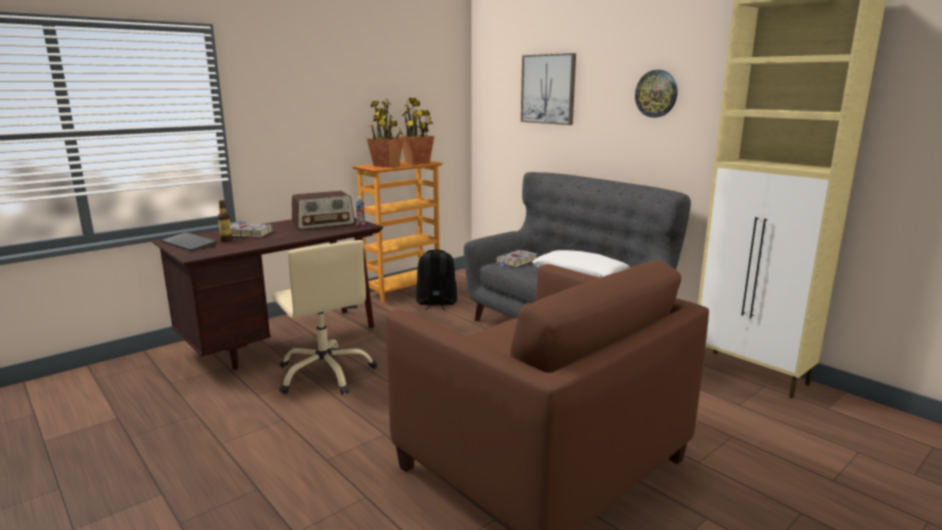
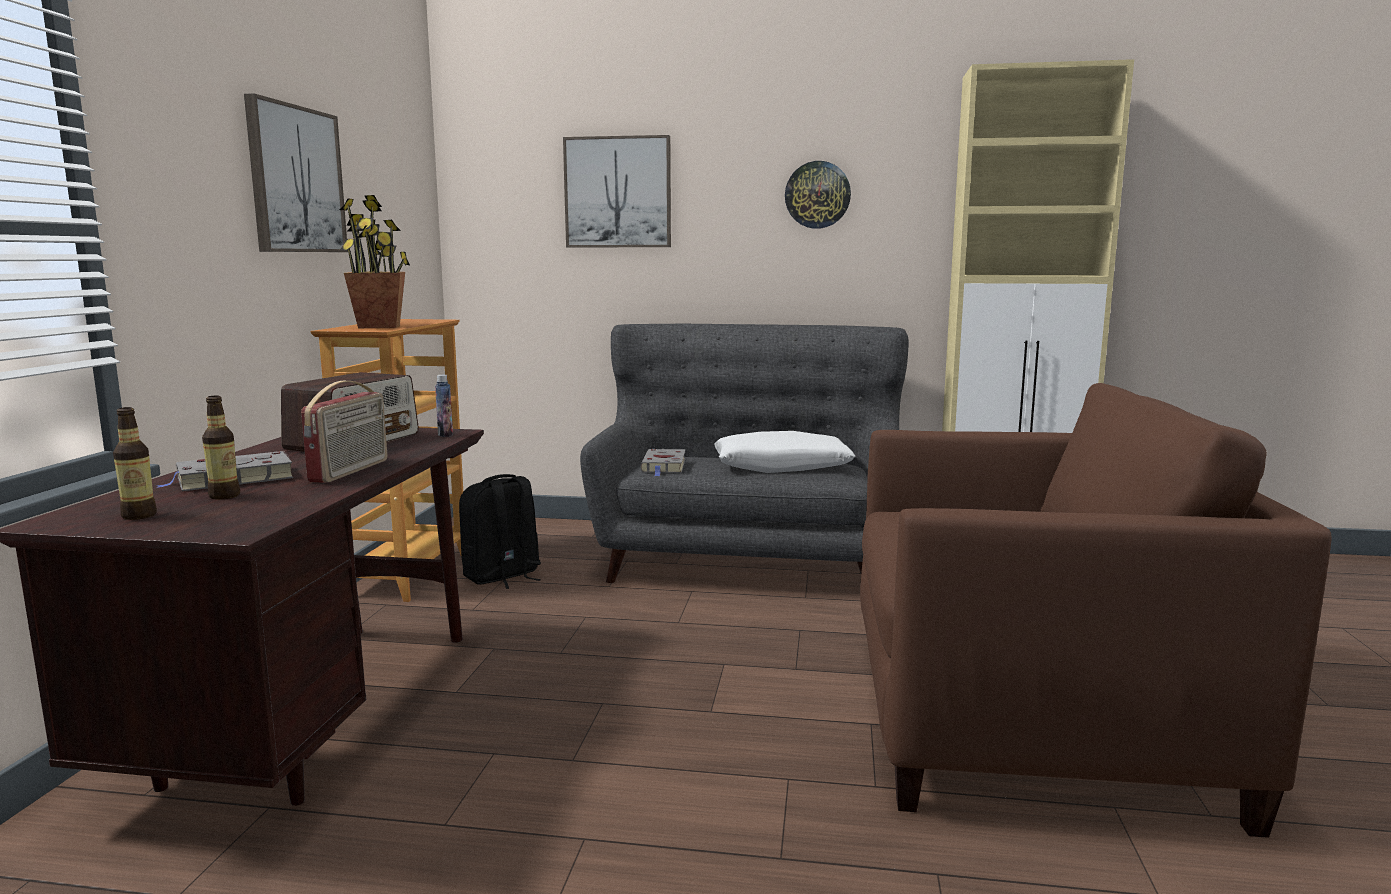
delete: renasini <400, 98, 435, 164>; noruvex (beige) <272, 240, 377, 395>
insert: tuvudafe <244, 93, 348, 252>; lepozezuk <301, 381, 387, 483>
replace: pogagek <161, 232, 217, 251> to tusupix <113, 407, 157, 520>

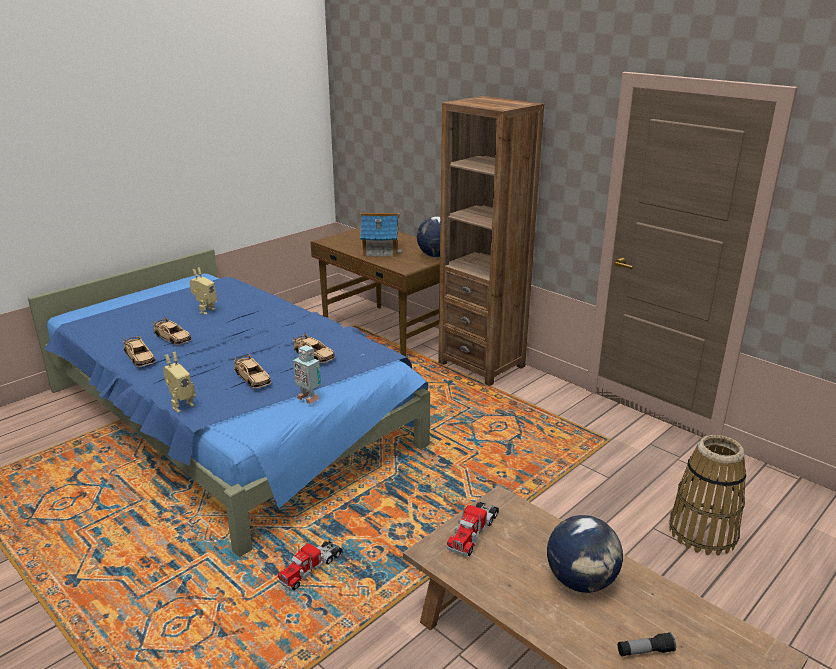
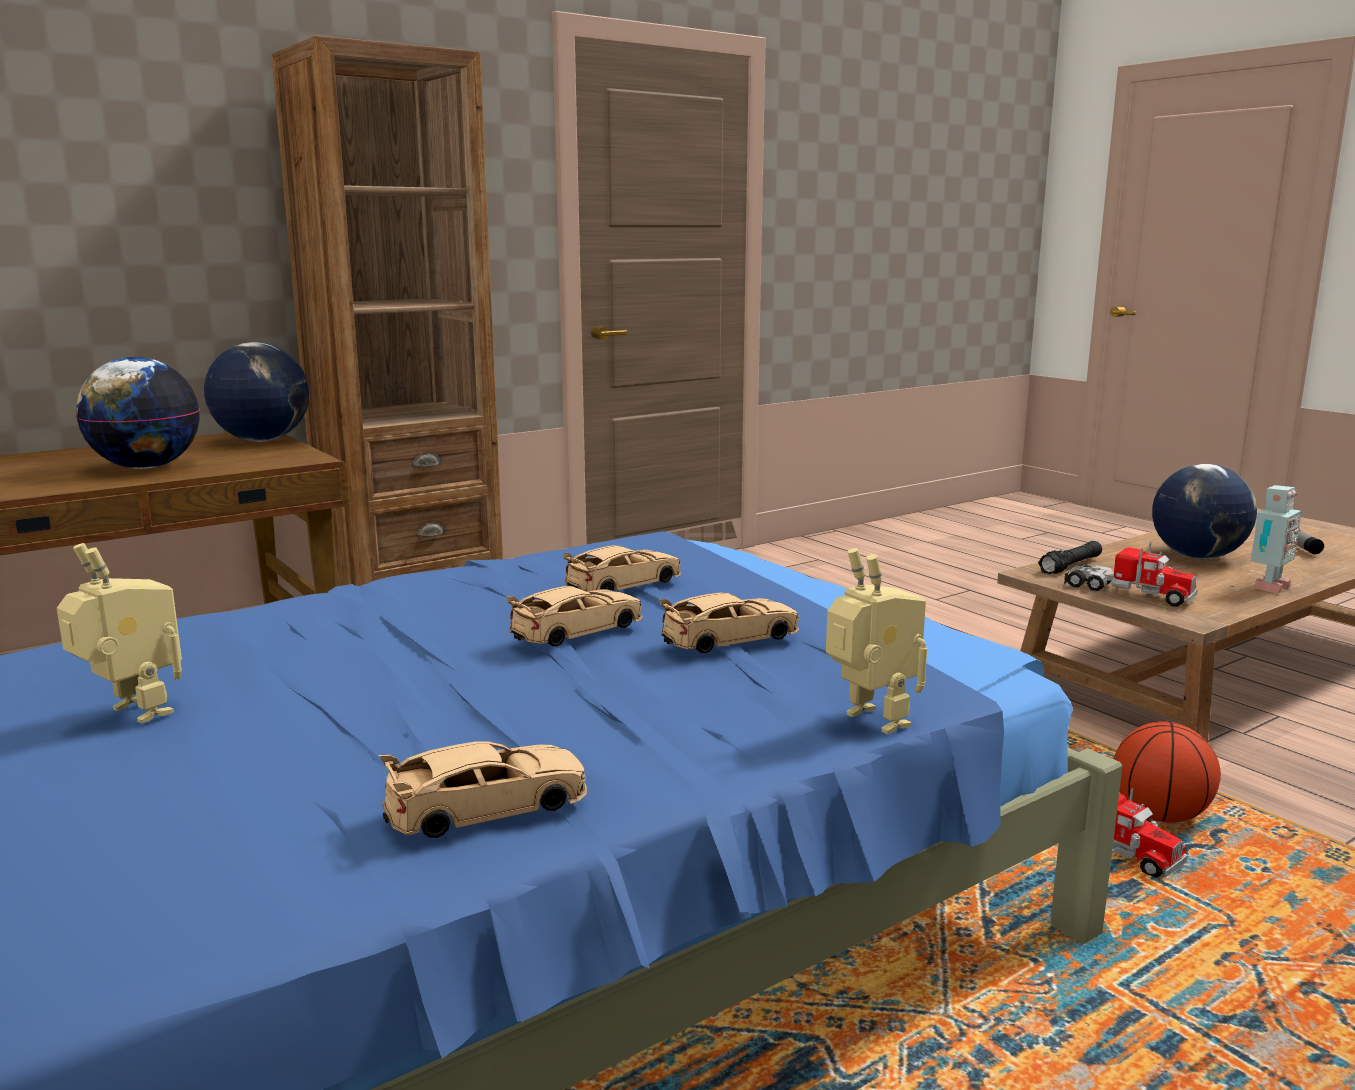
delete: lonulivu <669, 435, 746, 556>
insert: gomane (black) <1038, 541, 1102, 574>; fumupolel <1114, 721, 1221, 823>
move: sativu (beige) <152, 317, 192, 345> to <506, 586, 643, 646>; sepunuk <293, 345, 321, 404> to <1251, 485, 1302, 594>
replace: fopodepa <360, 213, 402, 258> to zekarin <76, 357, 200, 469>

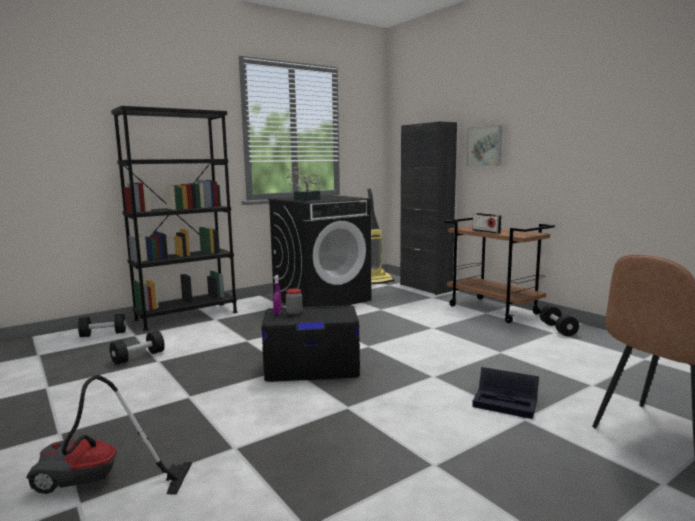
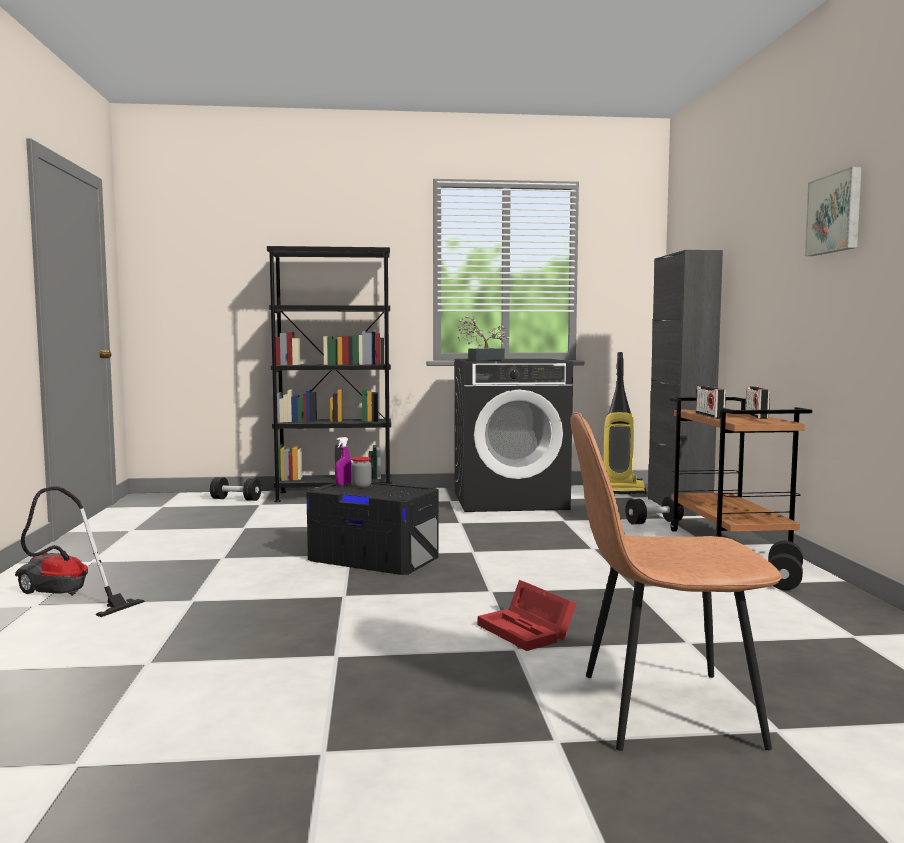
insert: lepozezuk <746, 386, 770, 419>
move: tuvudafe <467, 125, 503, 167> to <805, 166, 862, 256>; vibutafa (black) <110, 331, 165, 365> to <625, 497, 684, 525>
recolor: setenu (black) <472, 367, 539, 419> to setenu (red) <478, 580, 577, 651>

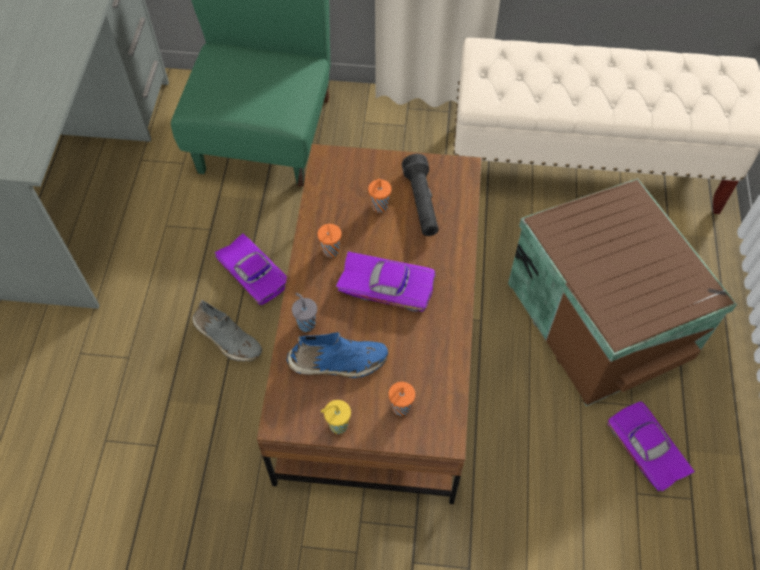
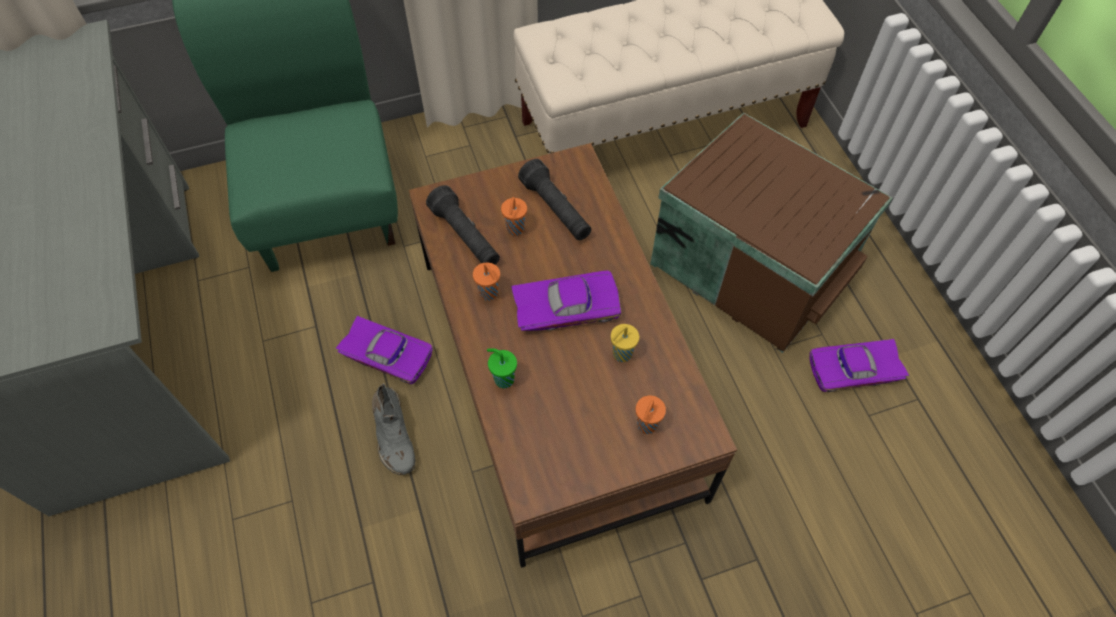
delete: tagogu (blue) <287, 332, 388, 378>
insert: gomane (black) <426, 185, 500, 265>
move: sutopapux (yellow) <321, 400, 351, 434> to <611, 324, 639, 362>
recolor: sutopapux (grey) <292, 293, 317, 332> to sutopapux (green) <487, 349, 517, 388>
rotate: tagogu (grey) <192, 300, 262, 361> = <372, 383, 415, 475> 60 degrees clockwise; sativu (purple) <608, 401, 695, 491> = <809, 339, 909, 392> 45 degrees counterclockwise

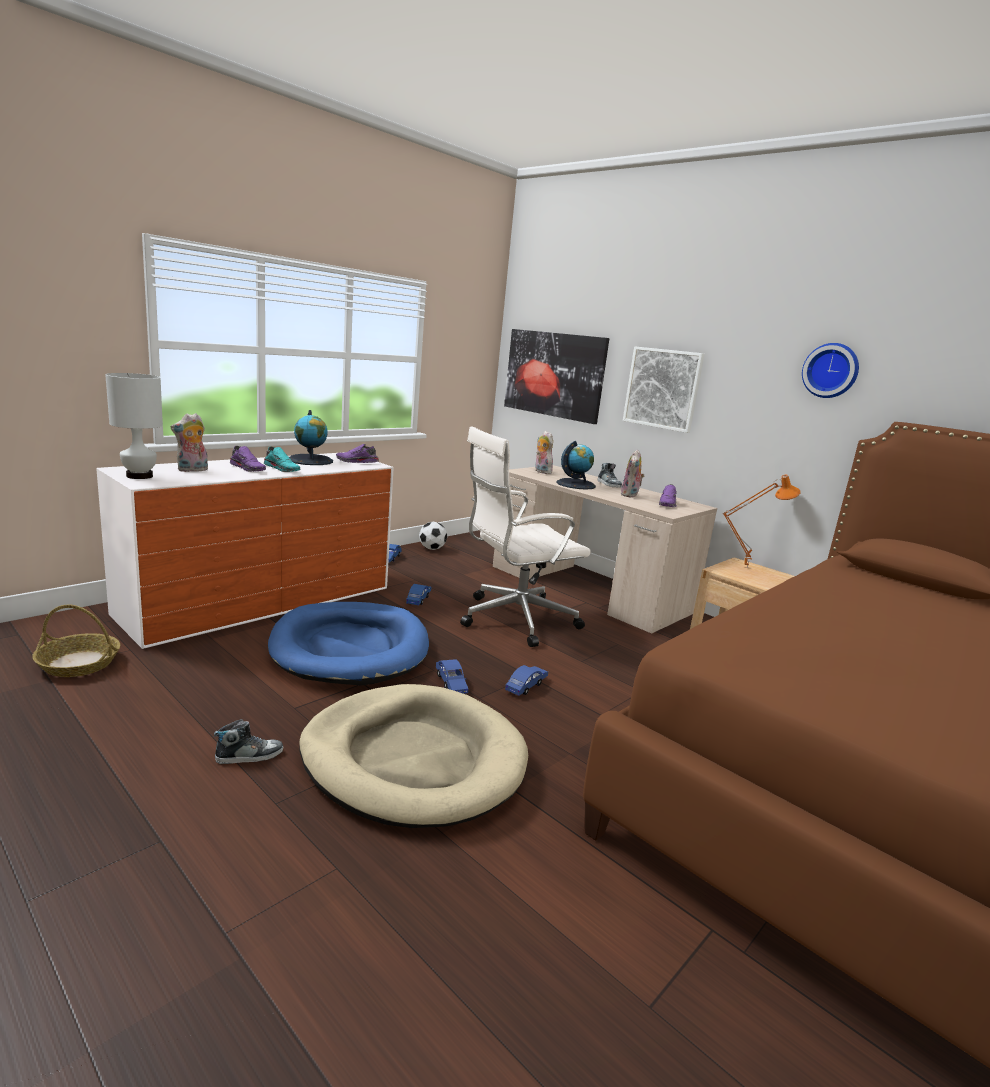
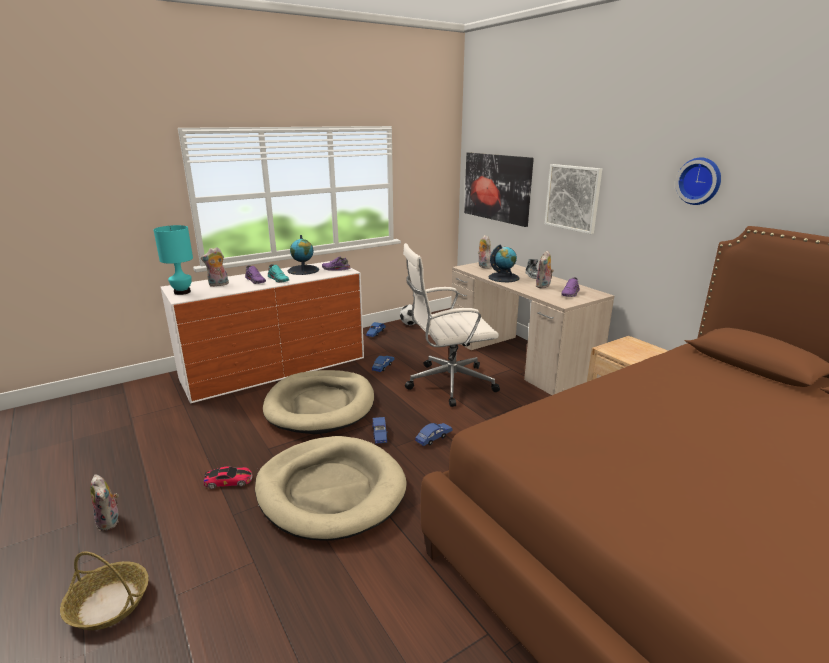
delete: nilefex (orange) <723, 475, 801, 568>
insert: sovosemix <90, 474, 119, 531>
move: lonulivu <32, 605, 120, 677> to <60, 552, 149, 630>
replace: tagogu <214, 719, 283, 764> to sativu <204, 466, 253, 489>
recolor: nilefex (white) <105, 373, 163, 479> to nilefex (turquoise) <154, 225, 193, 295>; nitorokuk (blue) <268, 602, 429, 685> to nitorokuk (beige) <263, 370, 374, 434>

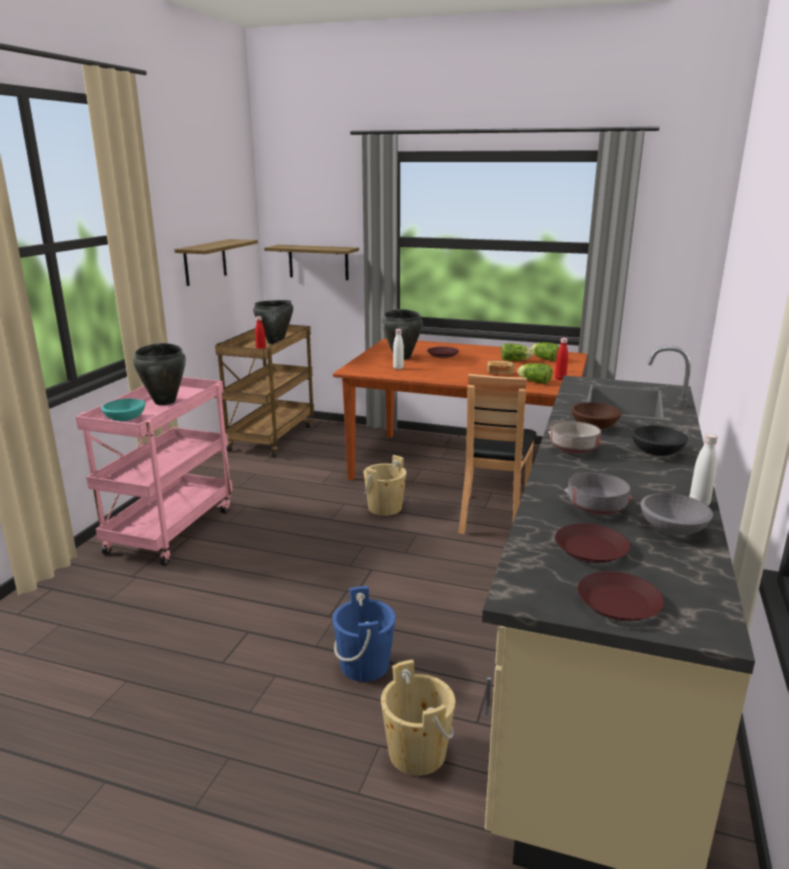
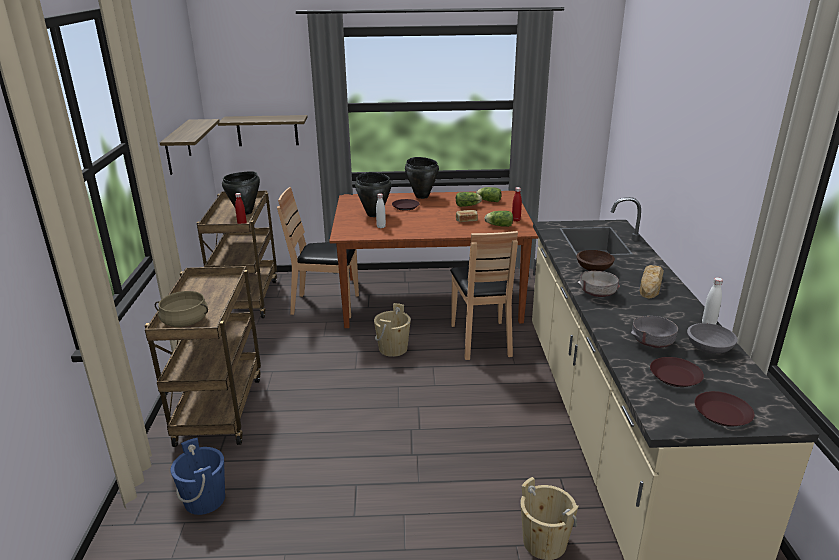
insert: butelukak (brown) <277, 187, 359, 318>
move: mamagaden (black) <133, 343, 186, 405> to <405, 157, 439, 199>; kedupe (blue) <332, 586, 396, 682> to <171, 438, 225, 515>
replace: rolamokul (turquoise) <101, 399, 145, 421> to mamagaden (beige) <155, 291, 208, 327>; rolamokul (black) <631, 426, 688, 456> to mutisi <640, 265, 664, 299>
recolor: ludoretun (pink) <76, 377, 233, 566> to ludoretun (brown) <145, 266, 261, 447>

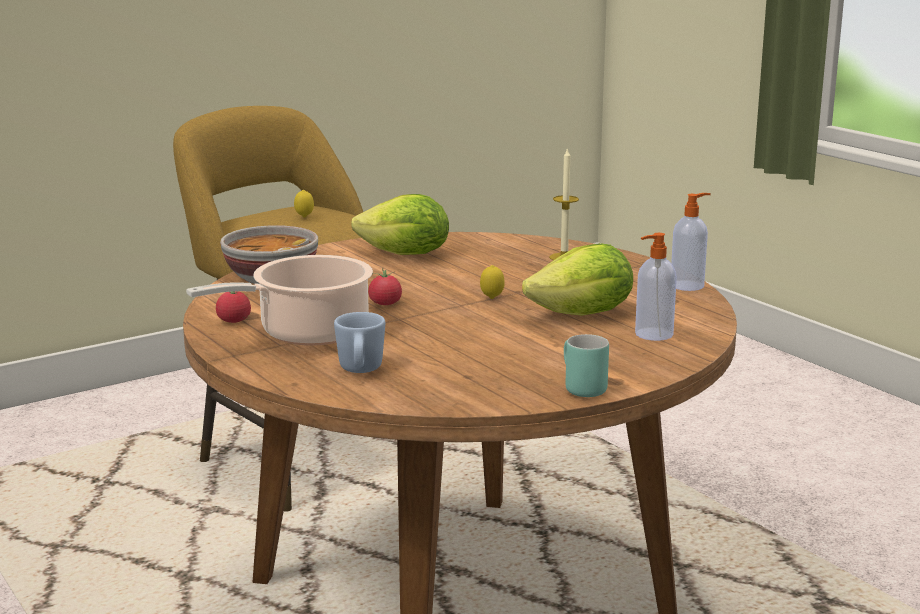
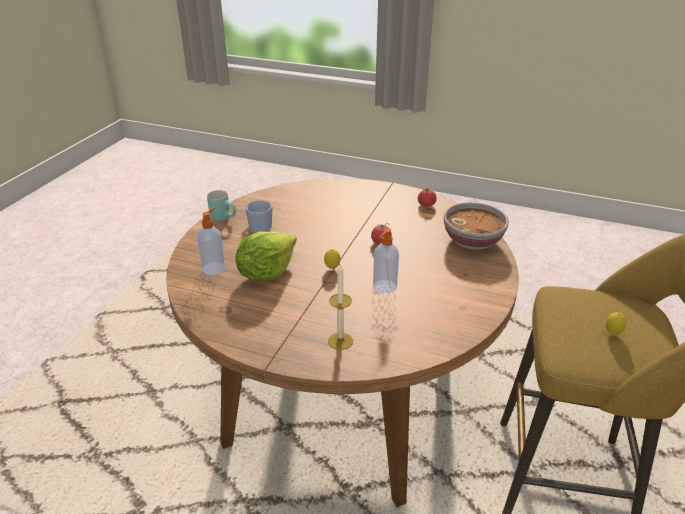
delete: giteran <351, 194, 449, 255>; mamagaden <186, 255, 373, 346>
move: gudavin <671, 193, 711, 291> to <373, 228, 399, 293>; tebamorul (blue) <334, 312, 385, 373> to <245, 200, 272, 233>

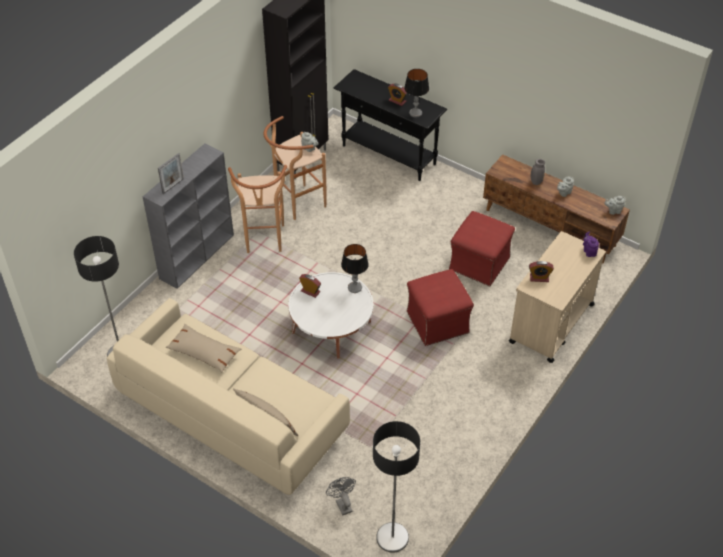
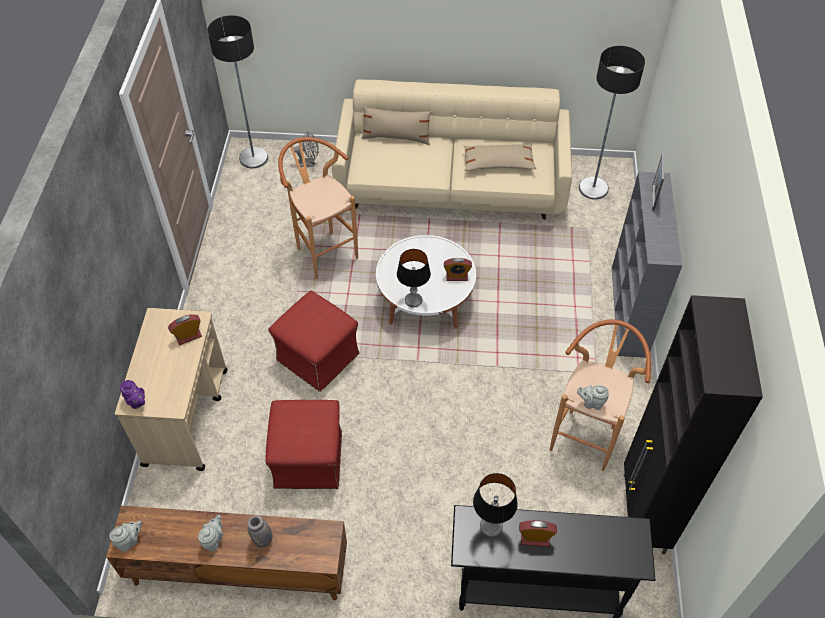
move: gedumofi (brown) <228, 165, 287, 253> to <278, 137, 358, 279>
rotate: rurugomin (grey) <326, 477, 356, 516> = <293, 131, 319, 167> 45 degrees counterclockwise

